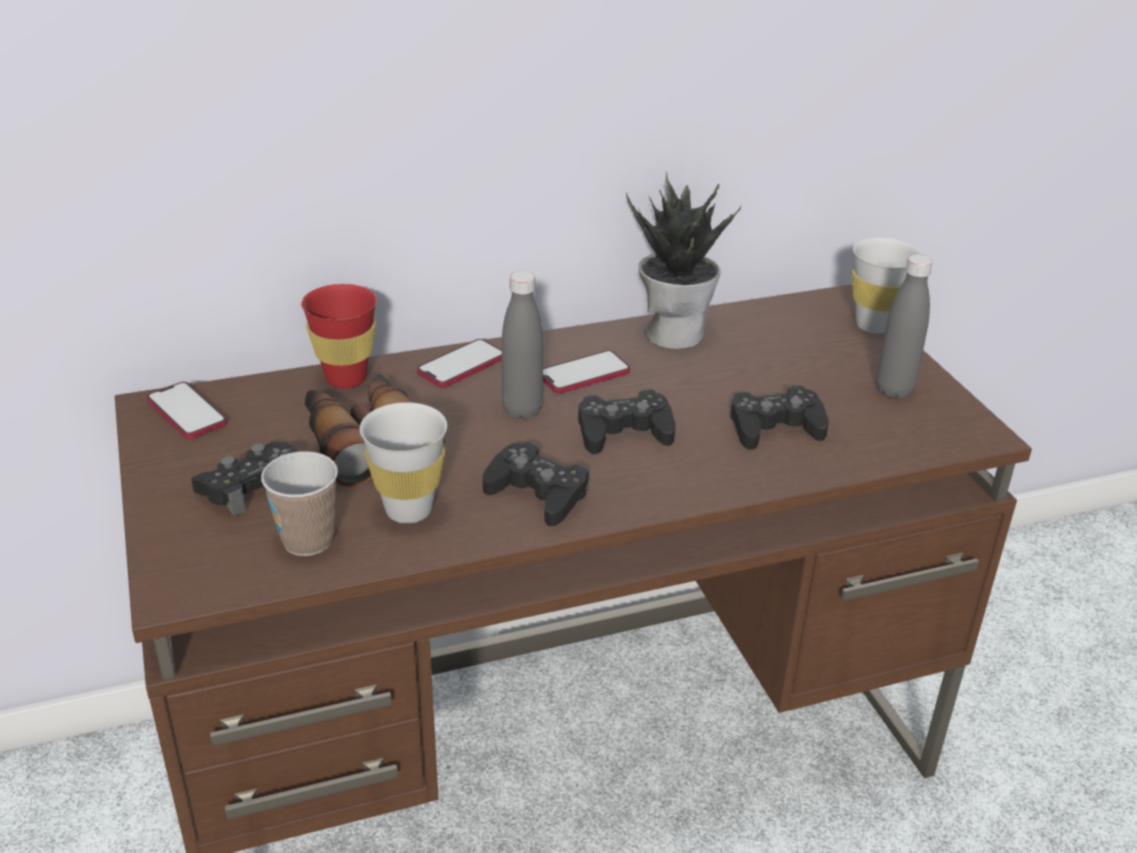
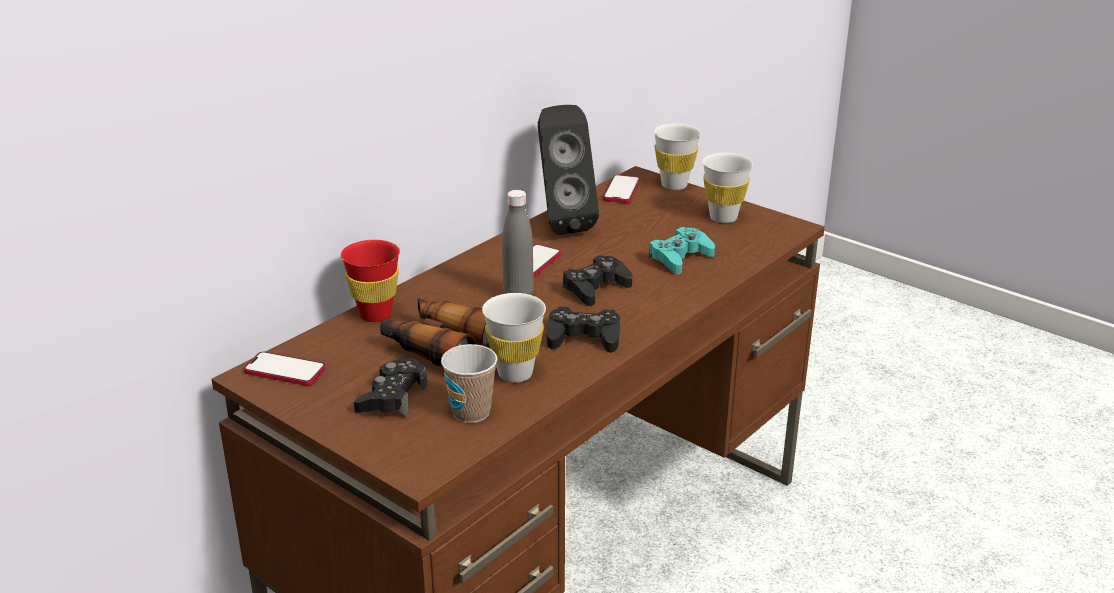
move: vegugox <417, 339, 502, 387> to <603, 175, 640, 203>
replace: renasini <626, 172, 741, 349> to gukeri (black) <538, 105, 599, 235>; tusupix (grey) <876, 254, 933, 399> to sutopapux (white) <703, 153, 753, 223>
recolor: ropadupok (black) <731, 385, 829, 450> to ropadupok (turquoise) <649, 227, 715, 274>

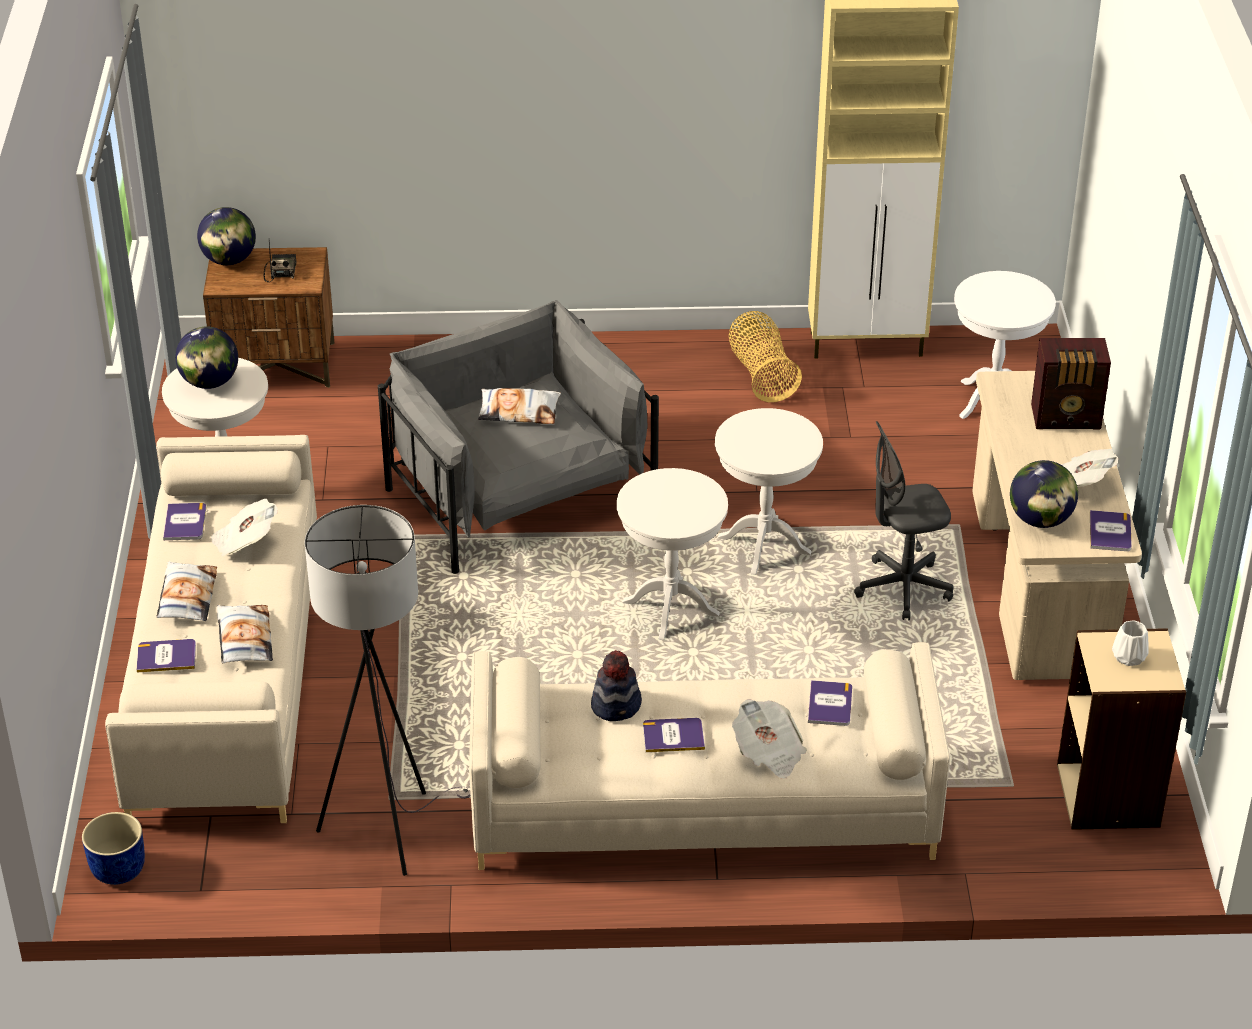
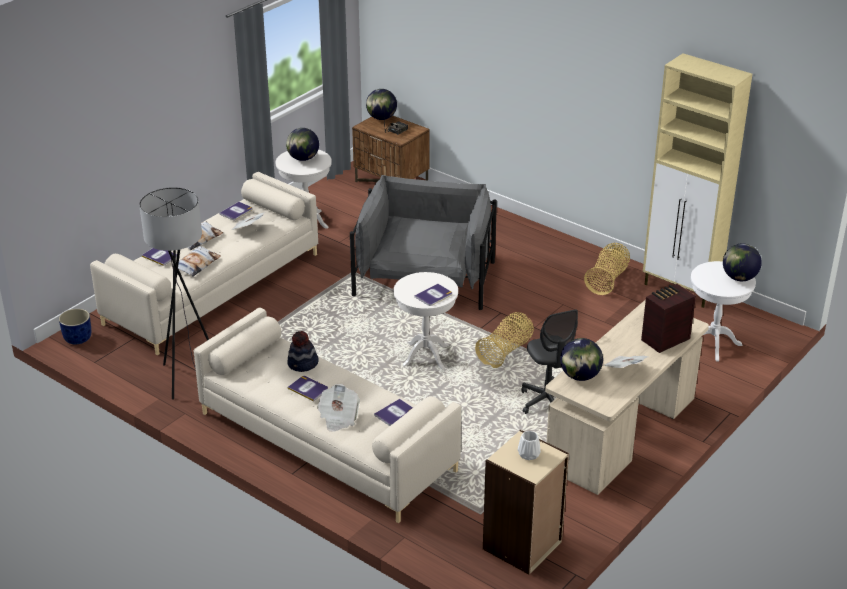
delete: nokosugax <478, 388, 561, 424>
insert: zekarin <723, 243, 762, 281>
move: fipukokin <1090, 510, 1132, 551> to <415, 284, 452, 306>
replace: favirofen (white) <715, 408, 823, 575> to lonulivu <475, 312, 534, 368>
rotate: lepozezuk <1031, 338, 1111, 430> = <641, 284, 696, 353> 105 degrees clockwise; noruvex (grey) <854, 421, 953, 620> = <522, 309, 578, 414> 135 degrees counterclockwise

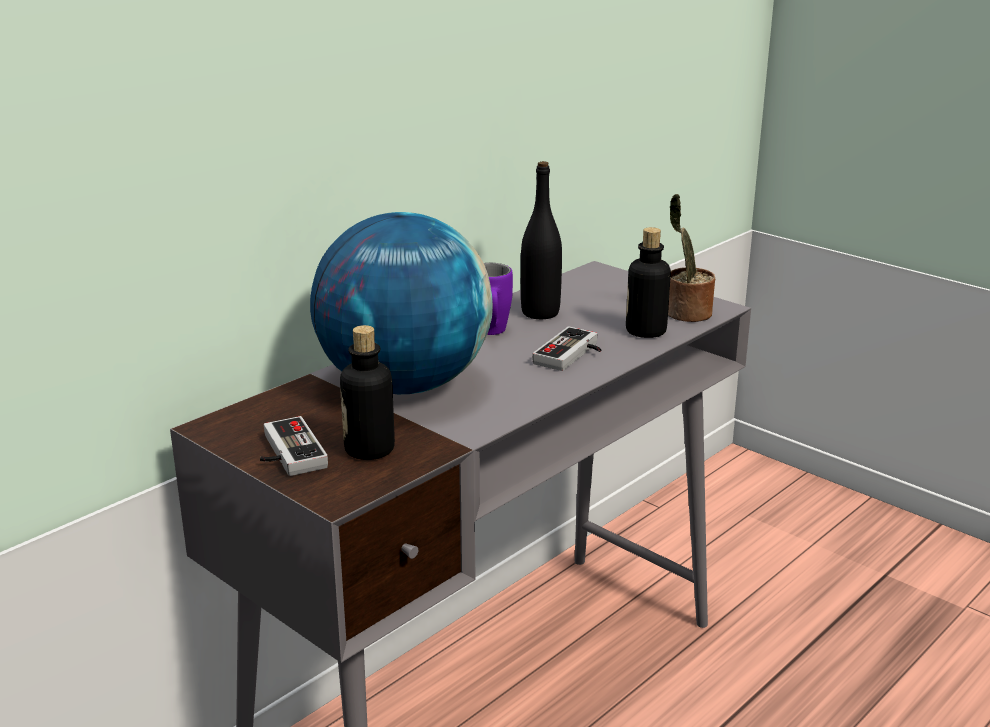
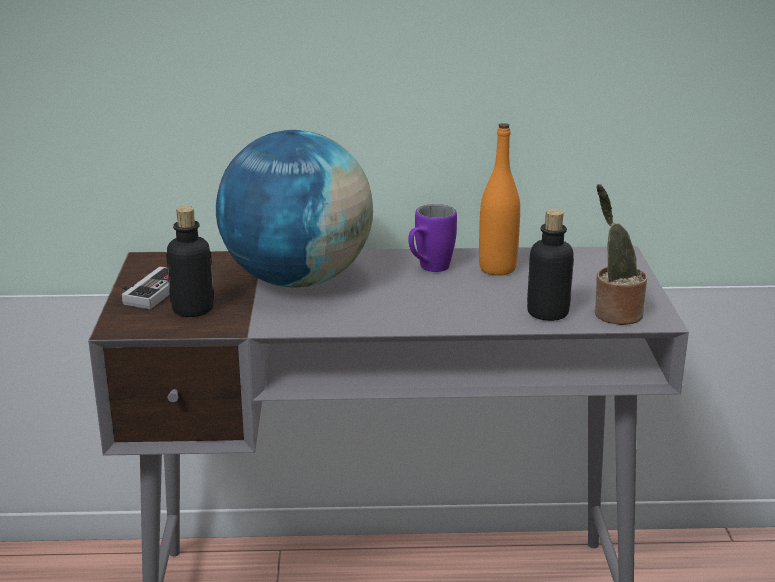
delete: ropadupok <533, 327, 601, 371>
recolor: tusupix (black) <521, 161, 562, 319> to tusupix (orange) <479, 123, 520, 276>

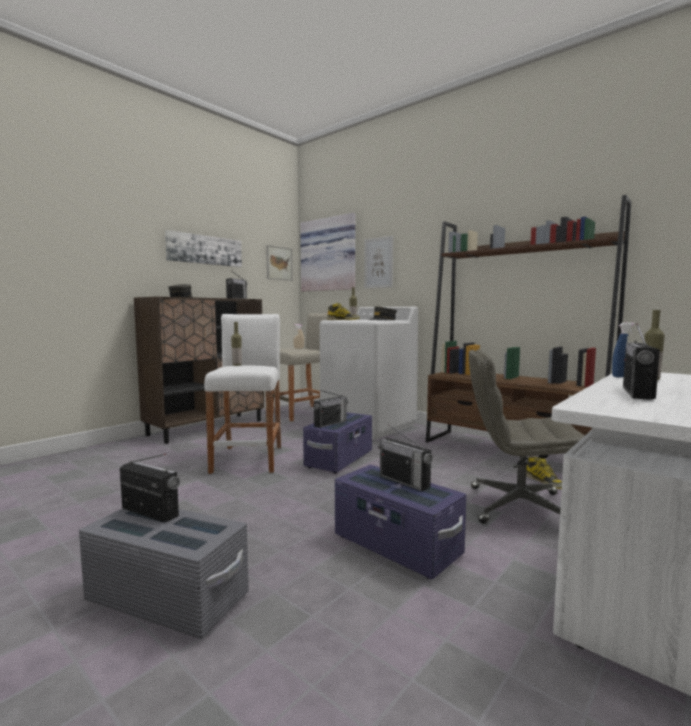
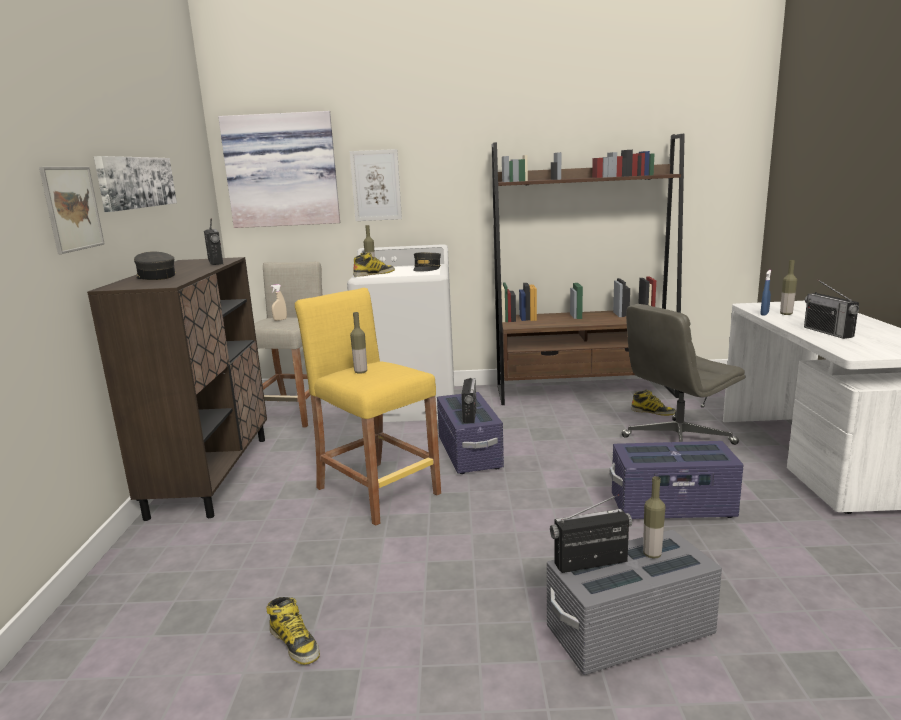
delete: lepozezuk <378, 424, 433, 491>
insert: tusupix <643, 476, 665, 559>; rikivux <266, 597, 320, 665>
move: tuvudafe <266, 245, 293, 281> to <39, 167, 105, 254>
recolor: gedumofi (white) <204, 314, 281, 474> to gedumofi (yellow) <295, 287, 441, 526>

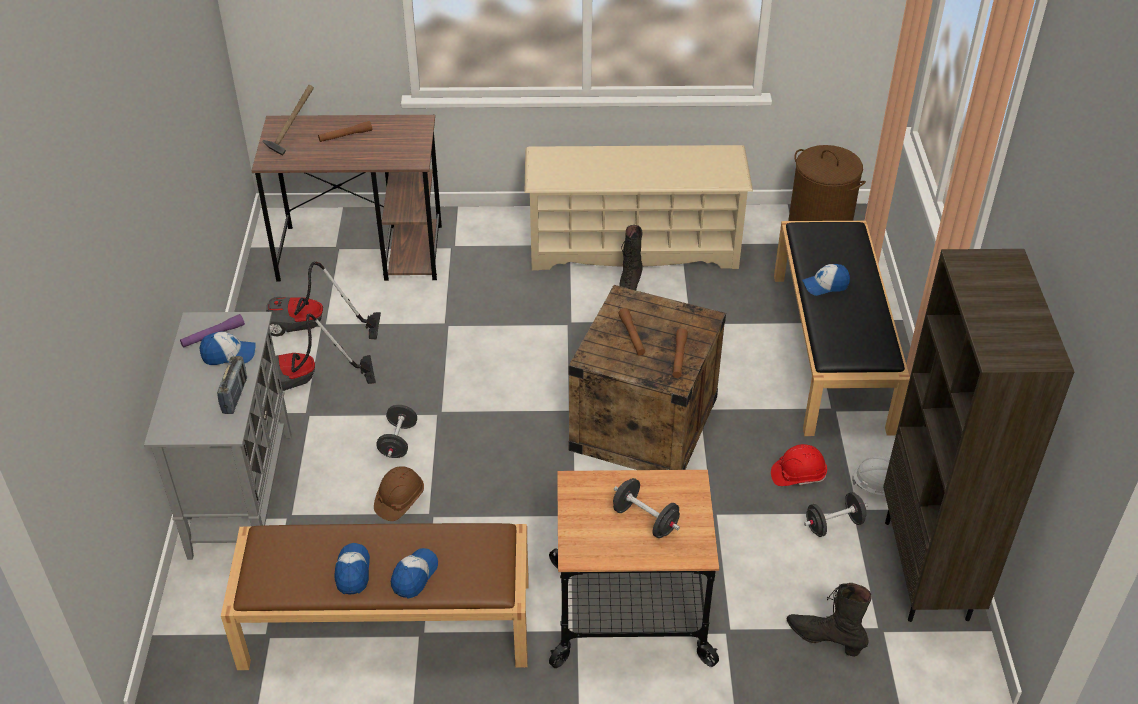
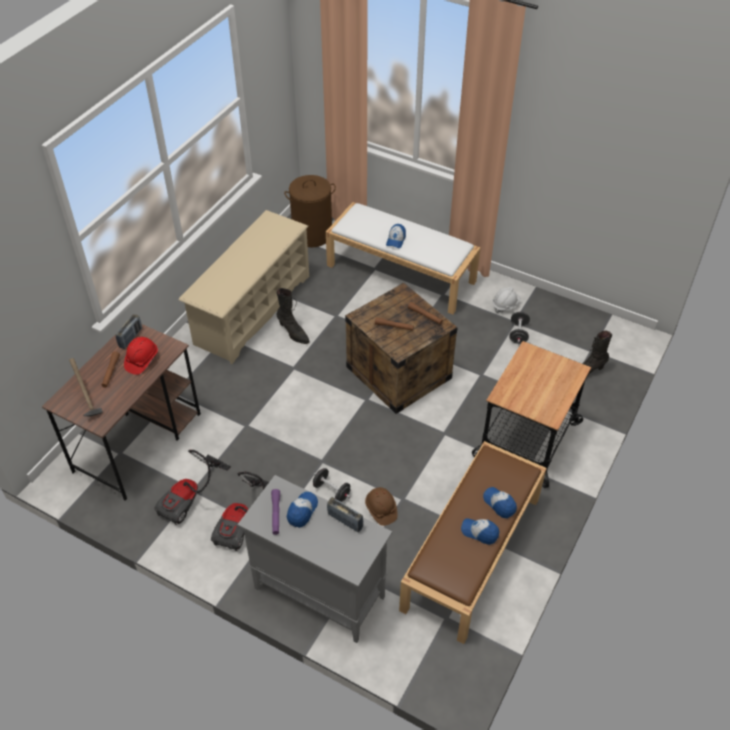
delete: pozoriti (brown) <883, 249, 1074, 622>; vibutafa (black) <613, 478, 680, 538>
insert: lepozezuk <116, 314, 142, 349>
move: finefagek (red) <771, 444, 827, 486> to <124, 337, 158, 375>
recolor: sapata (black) <774, 221, 910, 436> to sapata (white) <326, 202, 481, 314>

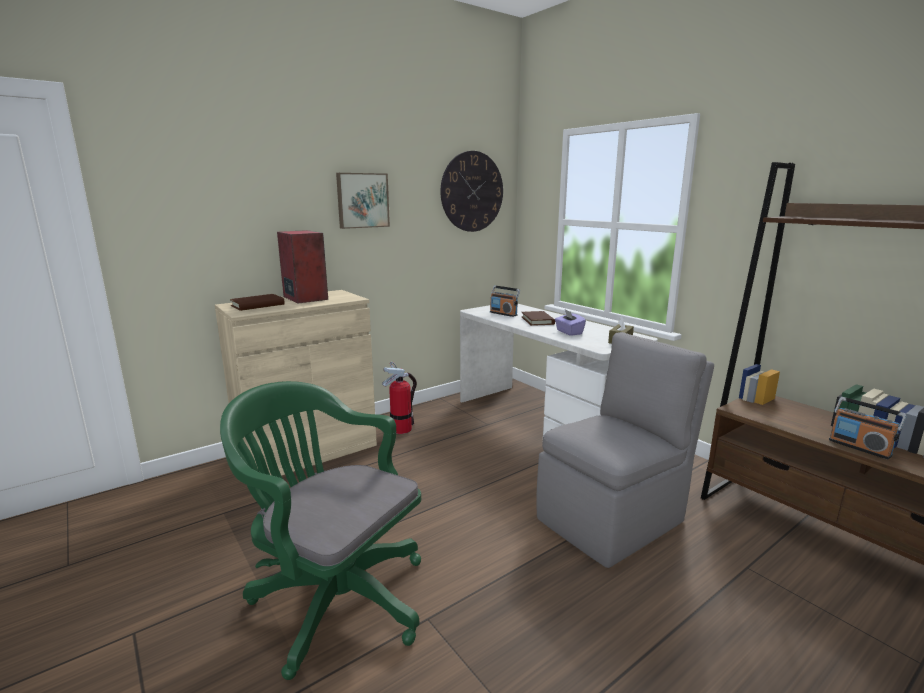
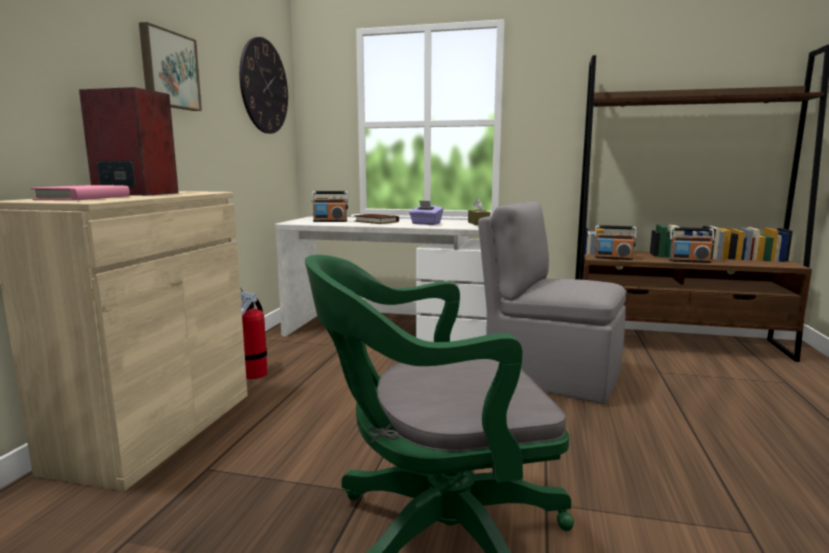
insert: lepozezuk <594, 225, 637, 260>
recolor: fipukokin (brown) <230, 294, 285, 311> to fipukokin (pink) <31, 185, 130, 201>
rotate: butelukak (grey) <536, 332, 714, 568> = <478, 201, 626, 405> 75 degrees counterclockwise

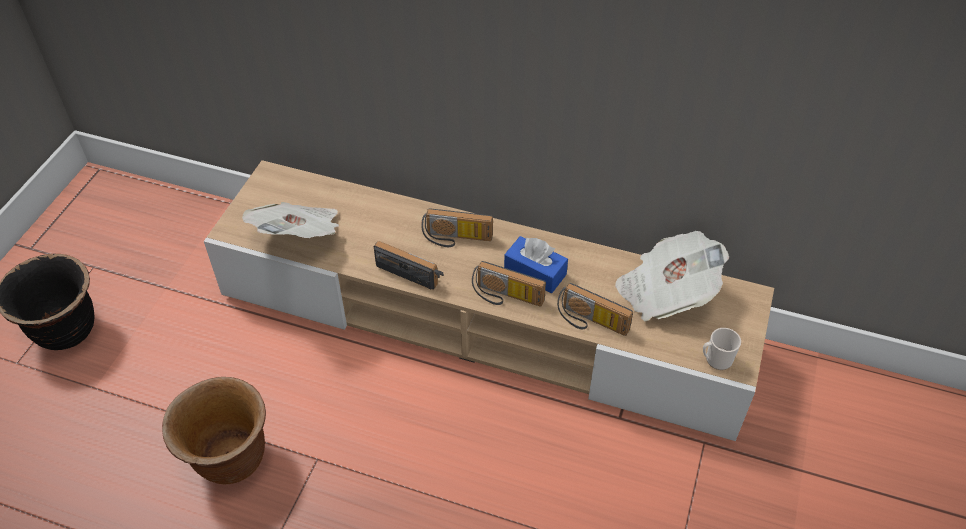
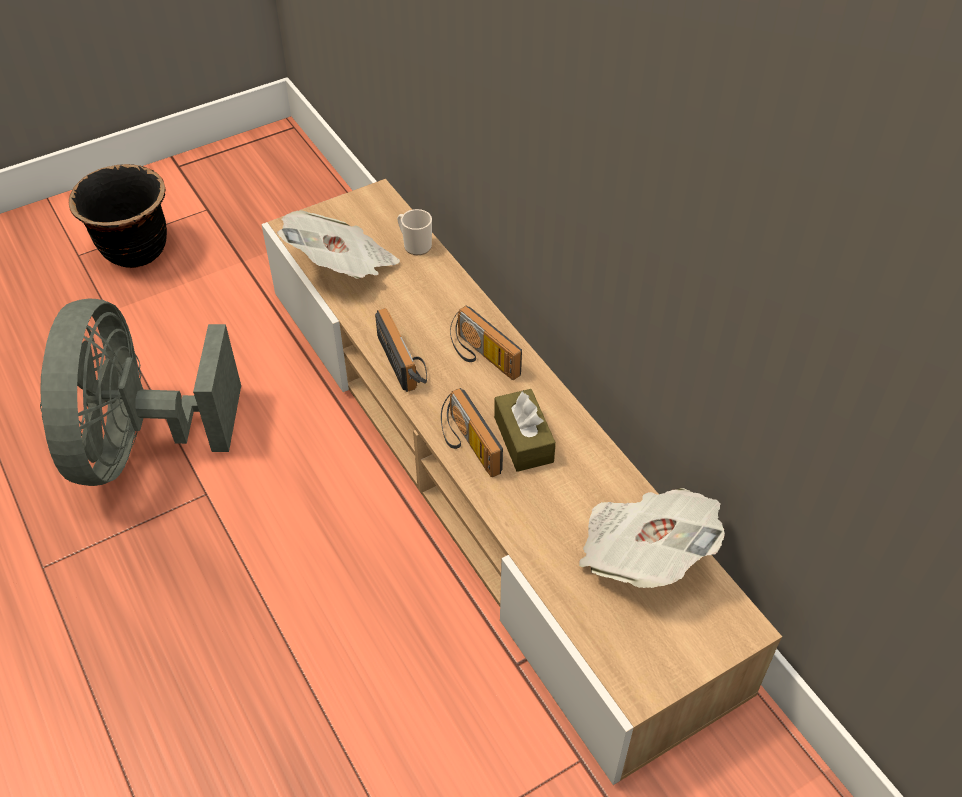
delete: lepozezuk <557, 283, 633, 336>
move: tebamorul <703, 328, 741, 370> to <397, 209, 432, 255>
replace: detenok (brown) <162, 377, 266, 484> to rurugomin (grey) <40, 299, 241, 486>
recolor: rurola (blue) <504, 236, 568, 293> to rurola (brown) <494, 389, 556, 472>

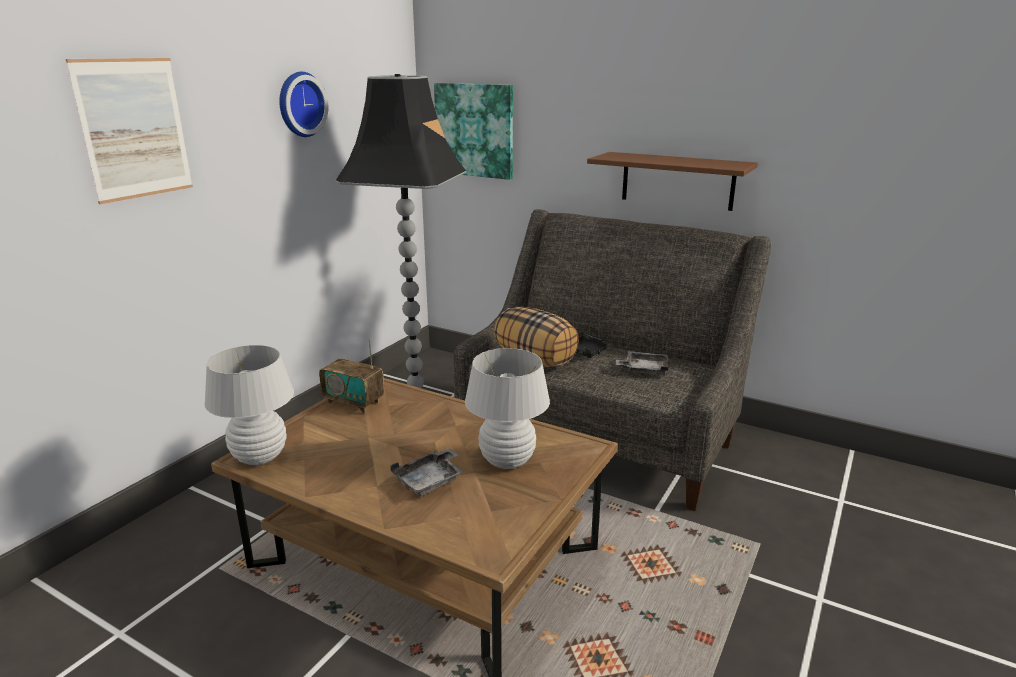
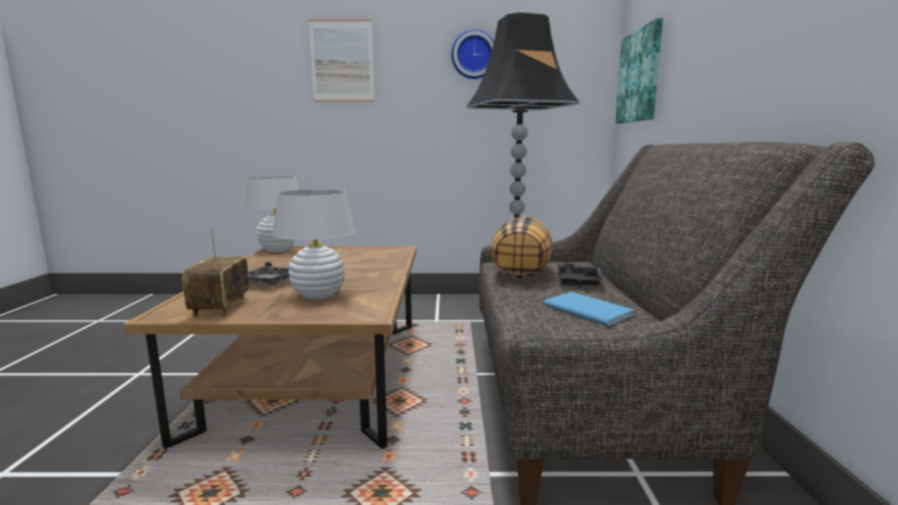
delete: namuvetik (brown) <587, 152, 758, 211>
move: lepozezuk <319, 338, 384, 413> to <182, 229, 249, 317>
replace: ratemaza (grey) <615, 351, 668, 375> to fipukokin (blue) <543, 292, 634, 326>

